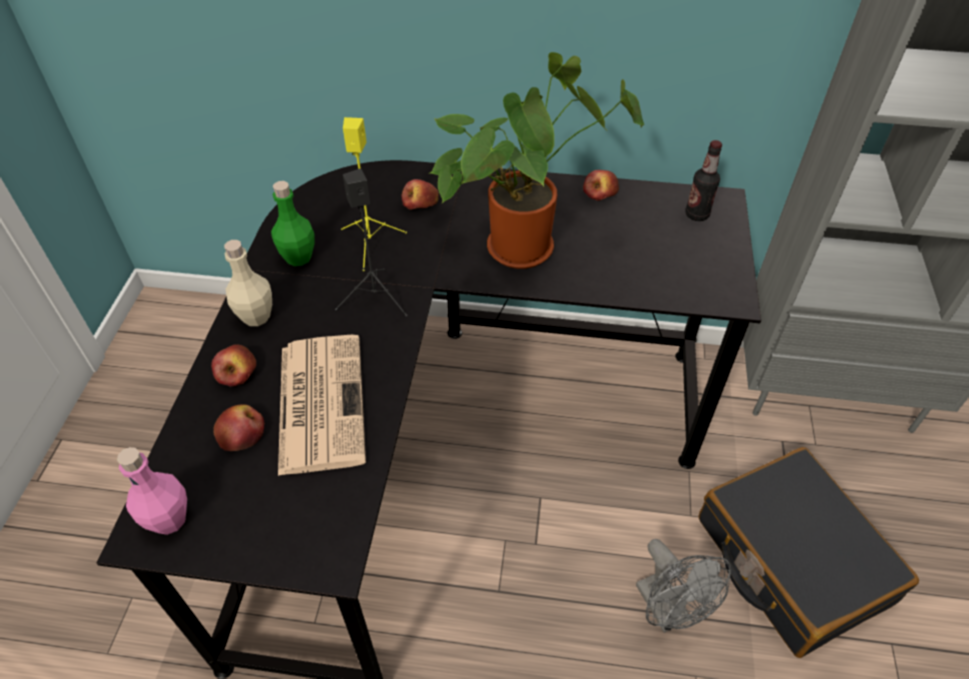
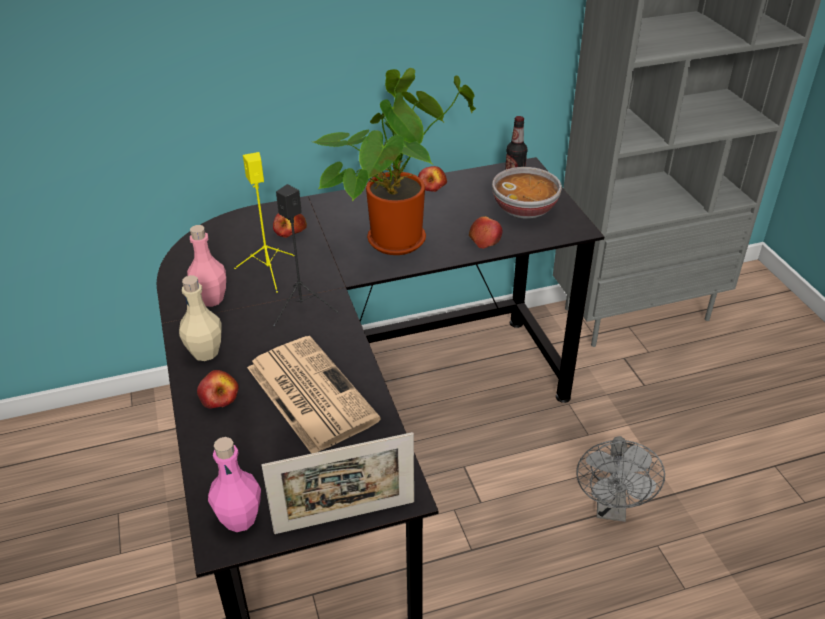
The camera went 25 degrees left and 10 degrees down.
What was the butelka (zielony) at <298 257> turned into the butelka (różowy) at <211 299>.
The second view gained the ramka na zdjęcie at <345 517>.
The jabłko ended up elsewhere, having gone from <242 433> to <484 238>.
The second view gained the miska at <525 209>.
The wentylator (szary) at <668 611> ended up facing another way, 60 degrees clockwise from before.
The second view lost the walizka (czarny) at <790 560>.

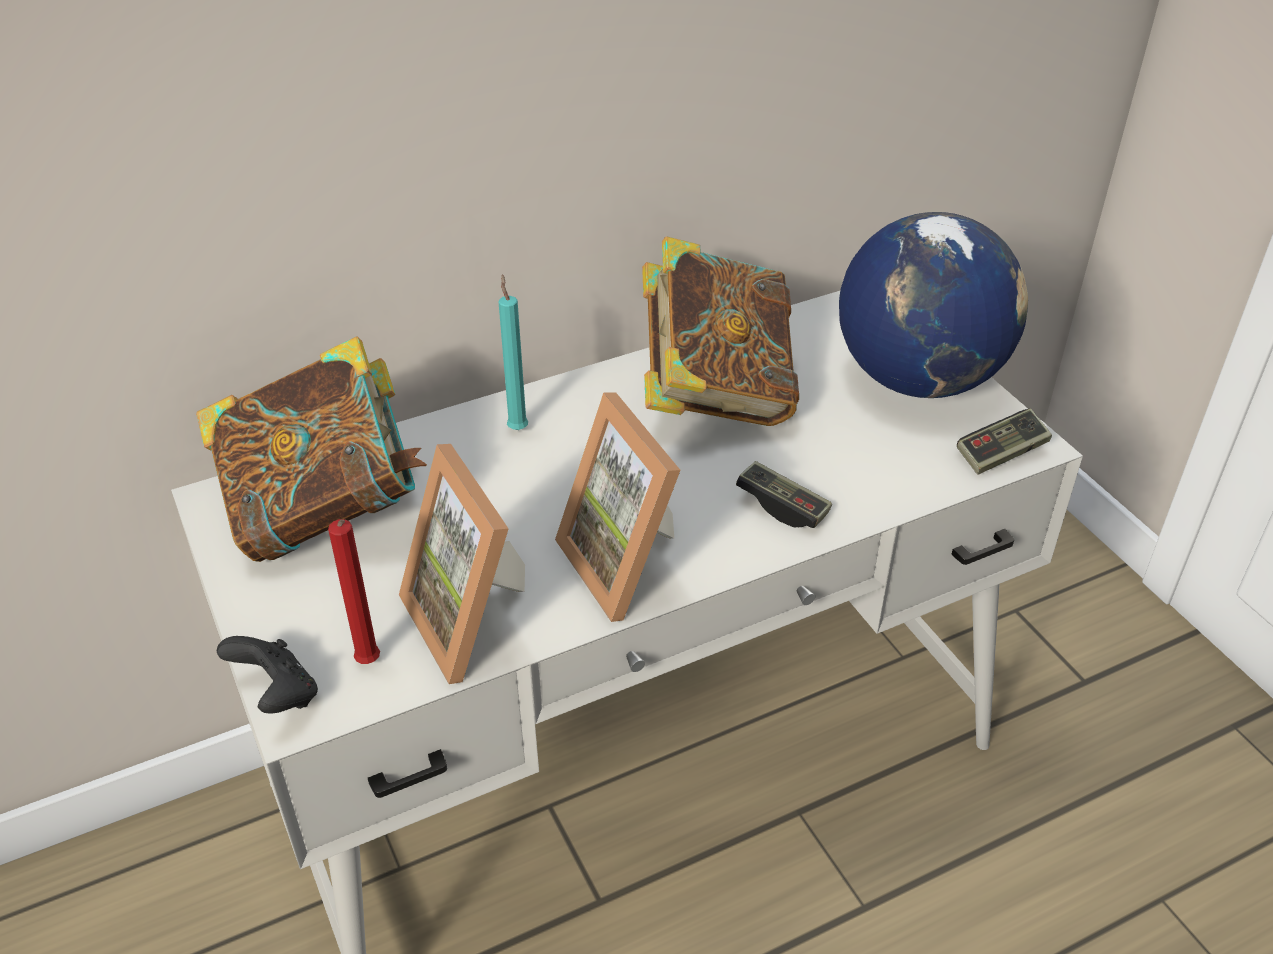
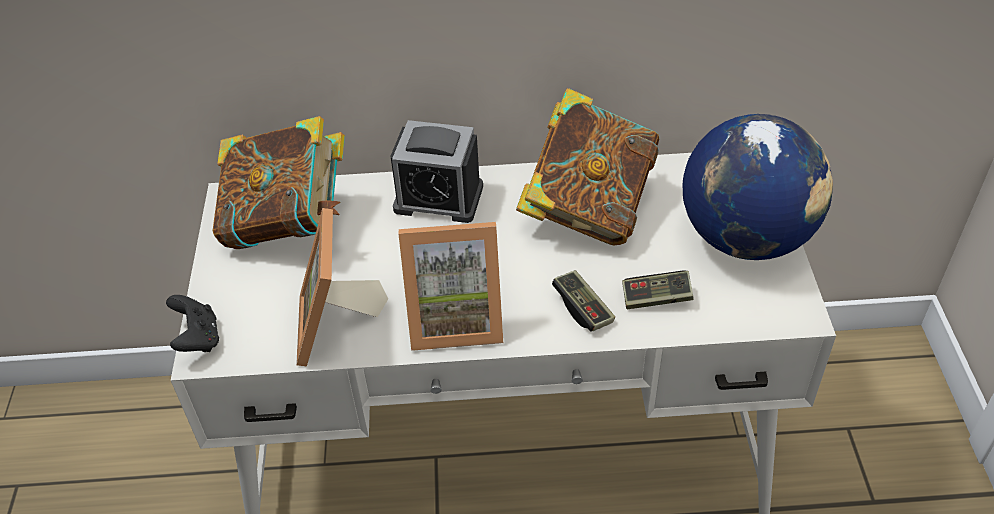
The camera went 25 degrees right and 5 degrees up.
Where the świeca (turkusowy) stood at <517 427>, the budzik came to stand at <438 198>.
The ramka na zdjęcie at <630 564> ended up facing another way, 90 degrees counterclockwise from before.
The pad do gier ended up elsewhere, having gone from <1001 453> to <656 298>.
The second view lost the świeca (czerwony) at <368 664>.

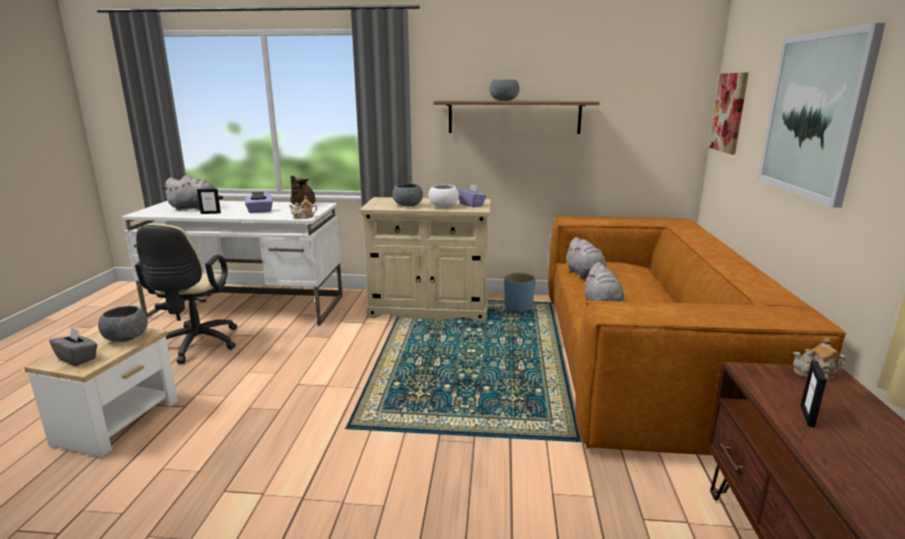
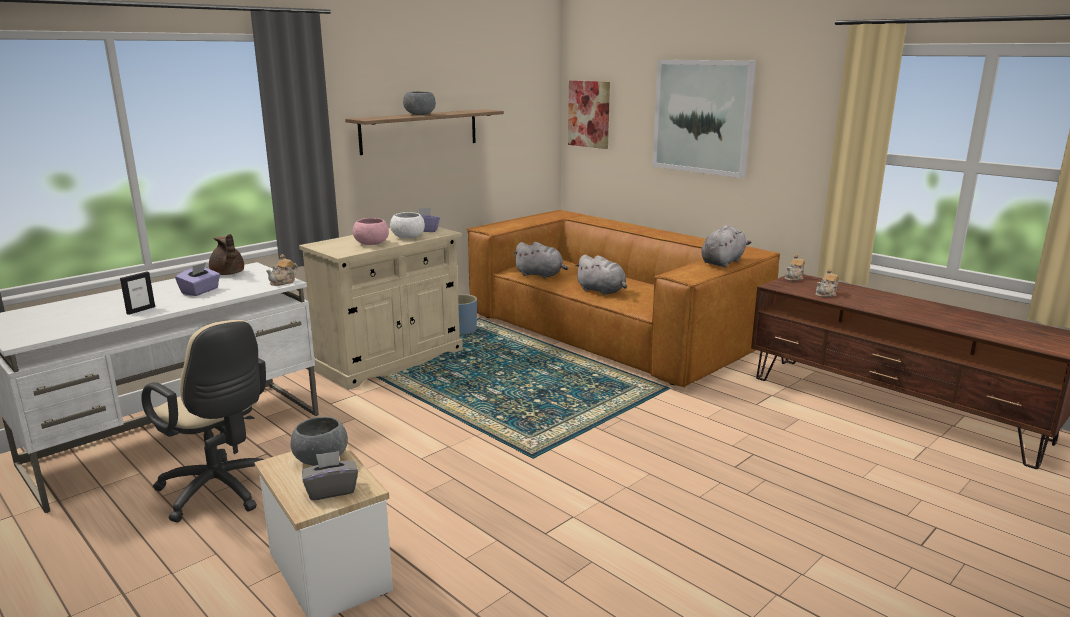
The camera went 50 degrees left and 0 degrees up.
What was the miska (szary) at <408 205> turned into the miska (różowy) at <371 244>.
The pluszak (szary) ended up elsewhere, having gone from <196 208> to <723 262>.
Where the ramka na zdjęcie stood at <807 416>, the imbryk came to stand at <826 294>.

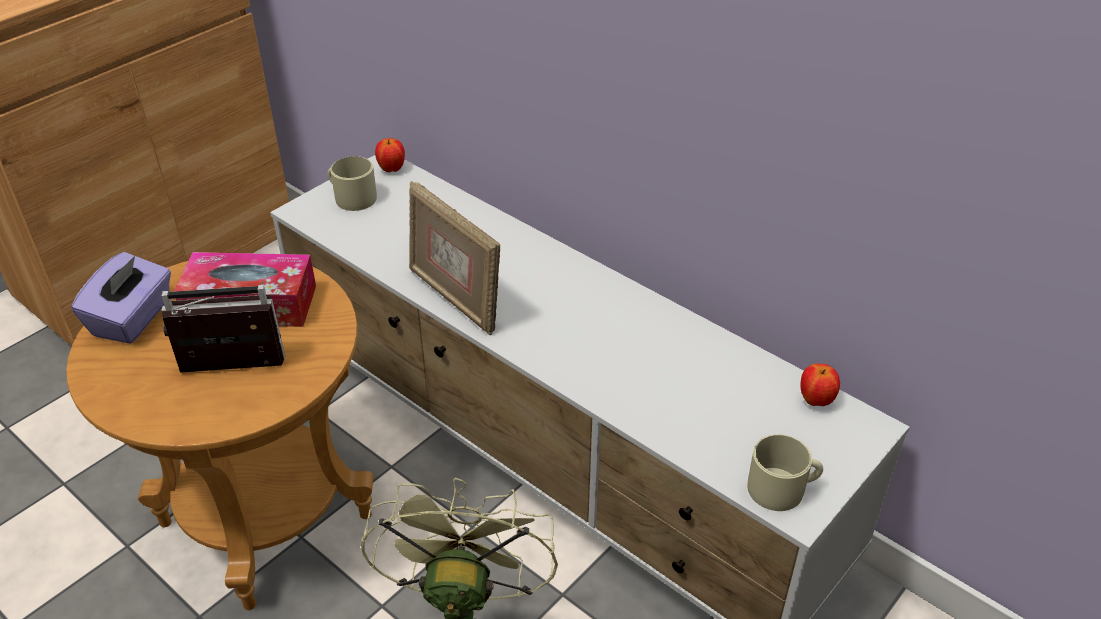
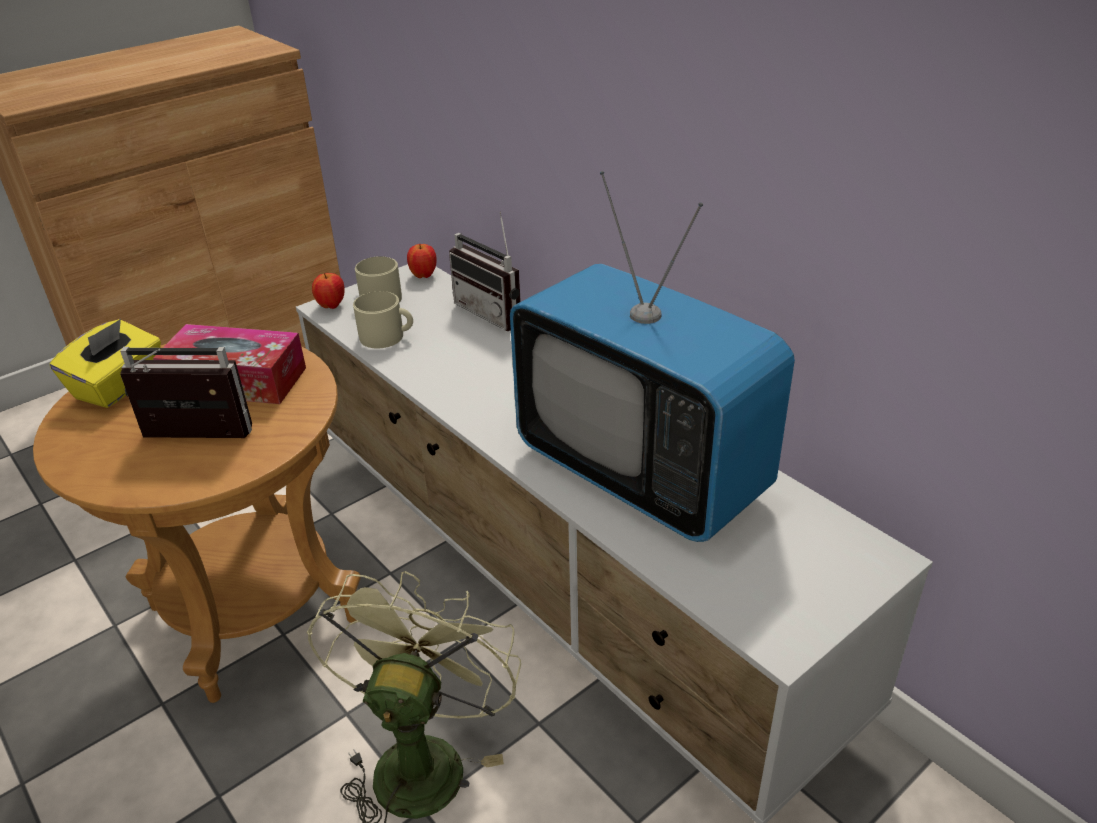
The camera went 10 degrees right and 5 degrees down.
What was the pudełko chusteczek (fioletowy) at <133 319> turned into the pudełko chusteczek (żółty) at <119 386>.
The jabłko ended up elsewhere, having gone from <816 400> to <331 306>.
The kubek (beżowy) ended up elsewhere, having gone from <783 488> to <387 336>.
The second view gained the radio at <496 312>.
The second view gained the telewizor at <642 472>.
The second view lost the ramka na zdjęcie at <454 298>.

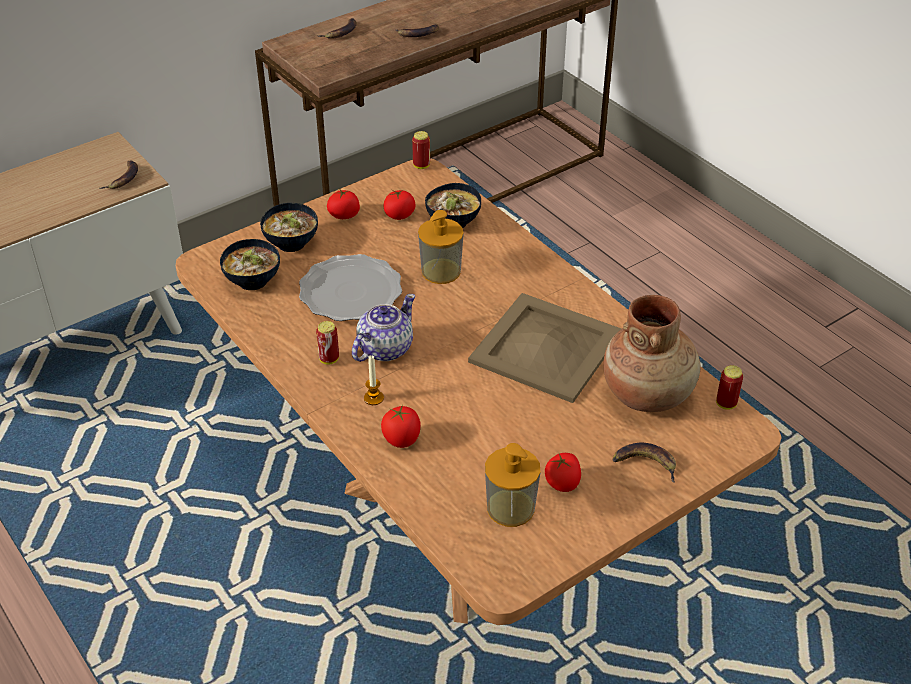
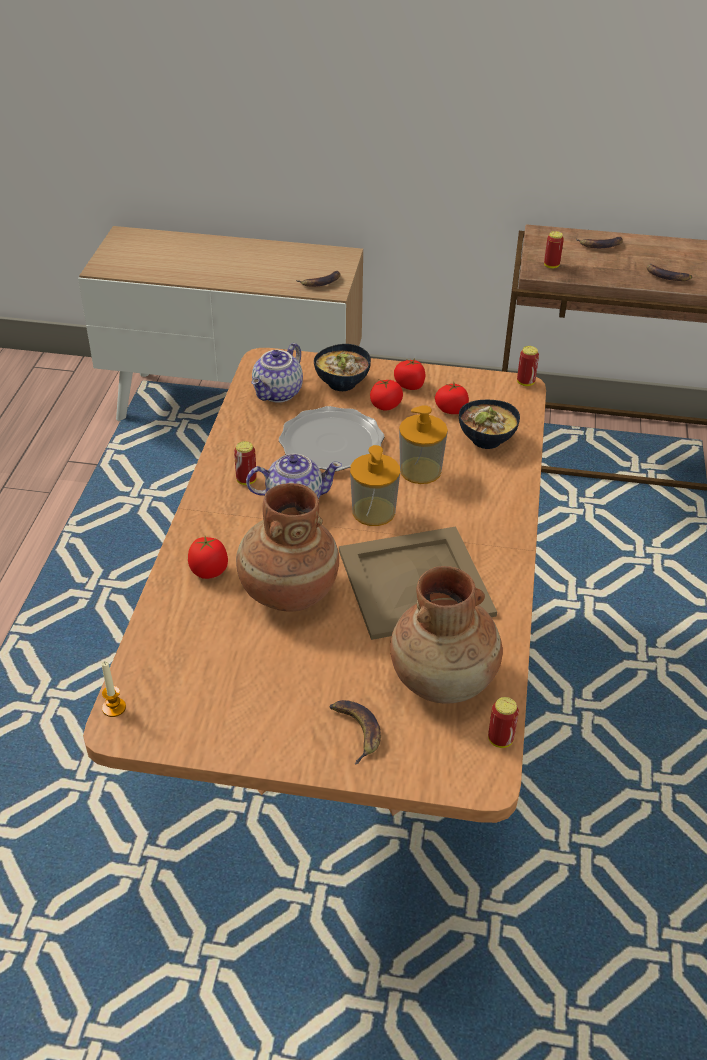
The camera went 45 degrees right and 0 degrees up.
The świeca ended up elsewhere, having gone from <373 398> to <114 708>.
The second view gained the wazon (brązowy) at <288 592>.
Where the miska stood at <253 280>, the imbryk came to stand at <278 393>.
The dozownik mydła ended up elsewhere, having gone from <510 508> to <373 511>.
The pomidor ended up elsewhere, having gone from <562 483> to <385 406>.
The second view gained the puszka at <551 266>.

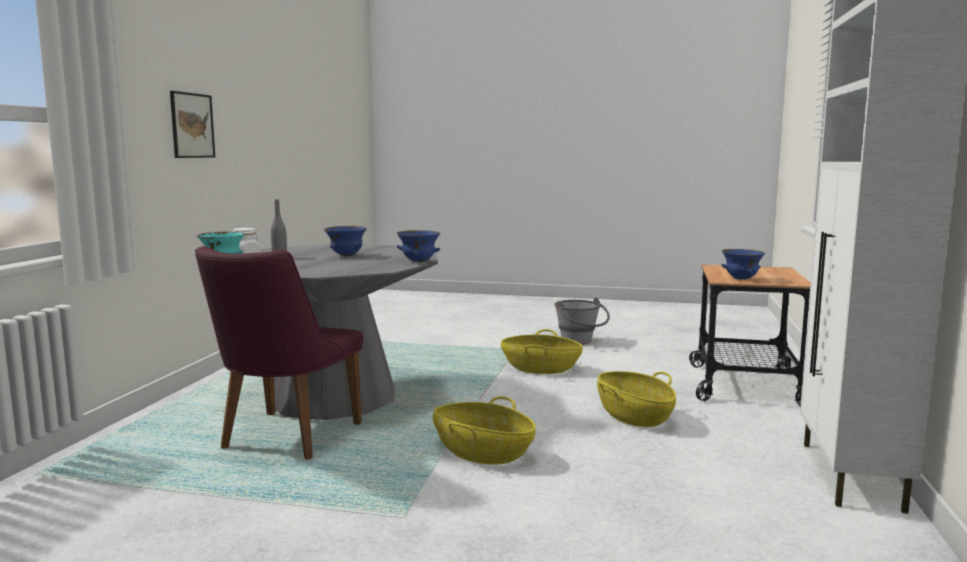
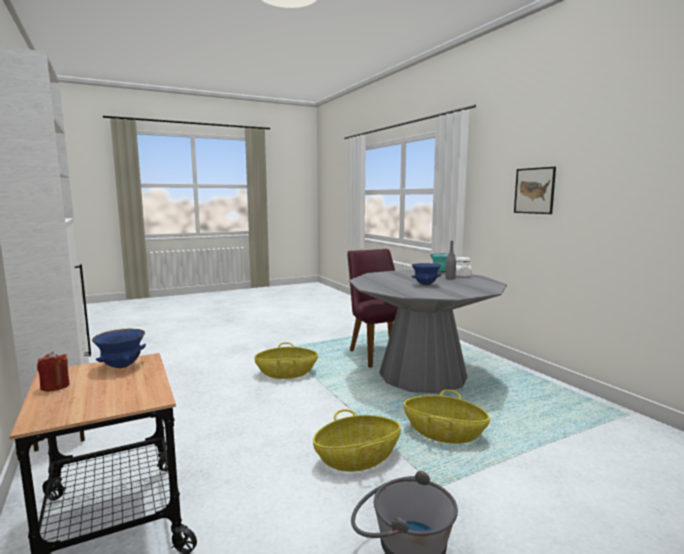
The camera went 140 degrees right and 0 degrees up.
The second view gained the świeca (czerwony) at <55 386>.
The koszyk ended up elsewhere, having gone from <633 416> to <444 434>.
The second view lost the miska (niebieski) at <418 262>.

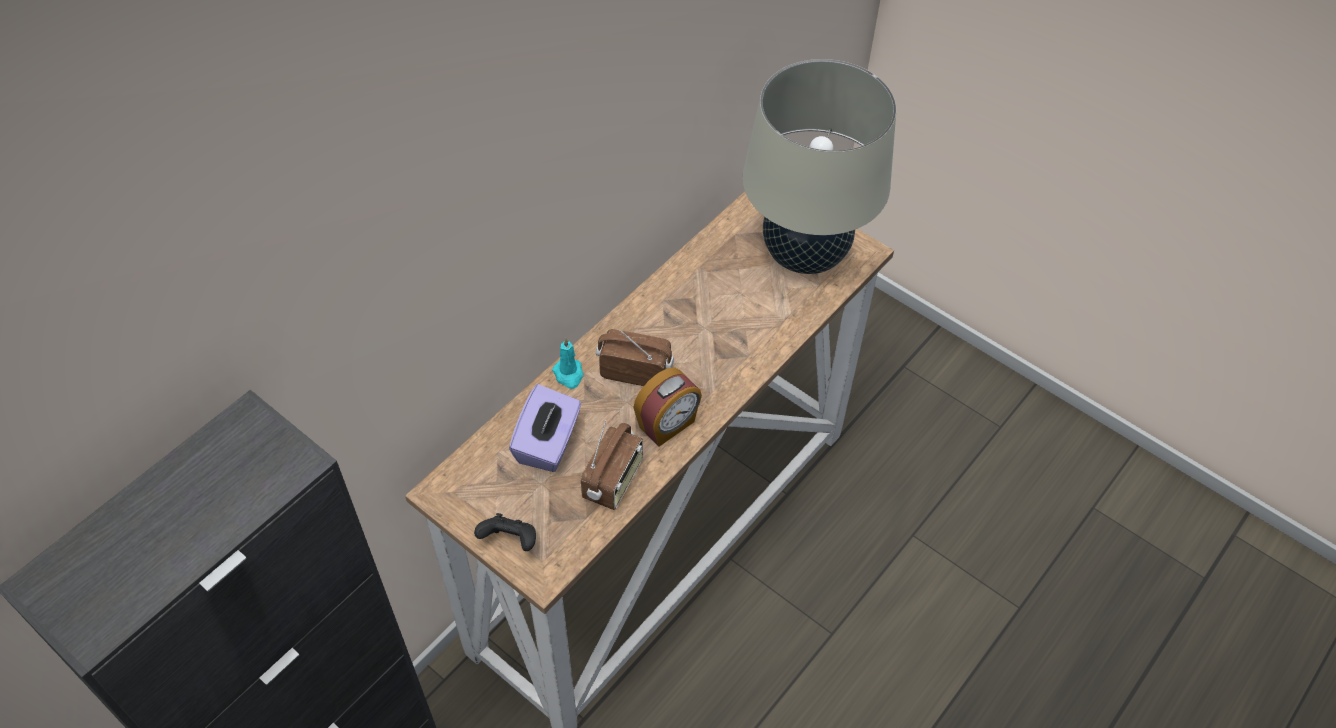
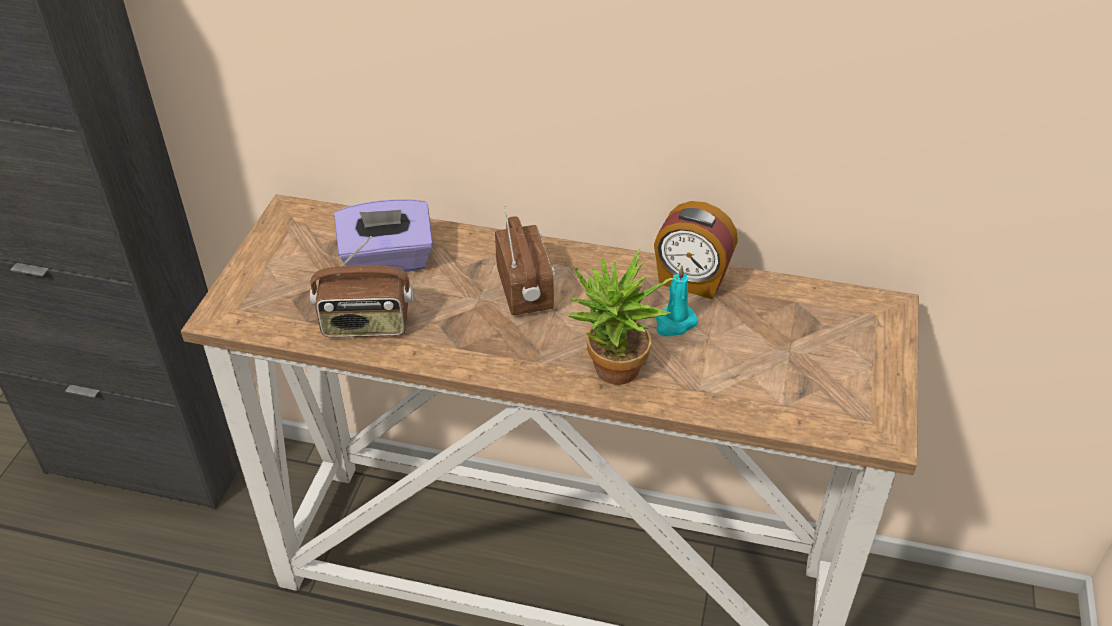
The camera went 65 degrees right and 10 degrees down.
The second view gained the roślina doniczkowa at <612 375>.
The budzik ended up elsewhere, having gone from <667 425> to <691 281>.
The świeca (turkusowy) ended up elsewhere, having gone from <569 374> to <674 323>.
The second view lost the pad do gier (czarny) at <510 541>.
The second view lost the lampa stołowa (beżowy) at <804 254>.

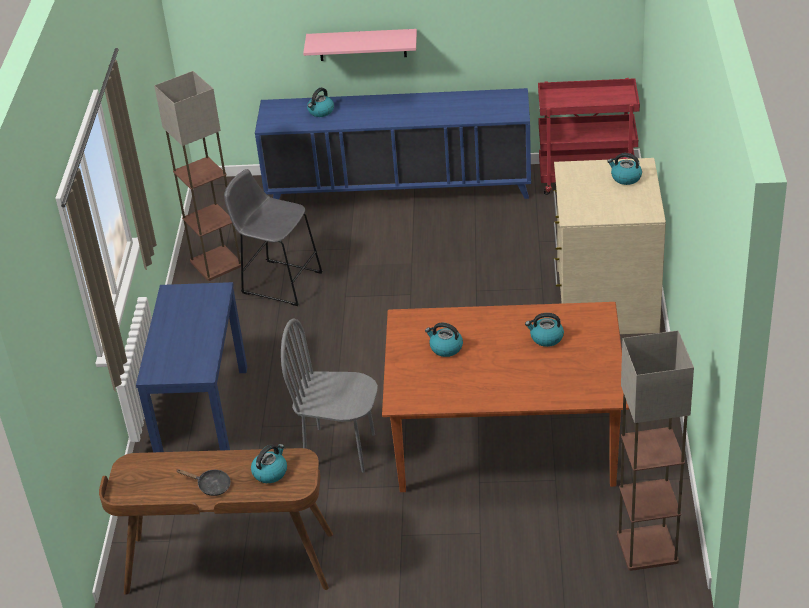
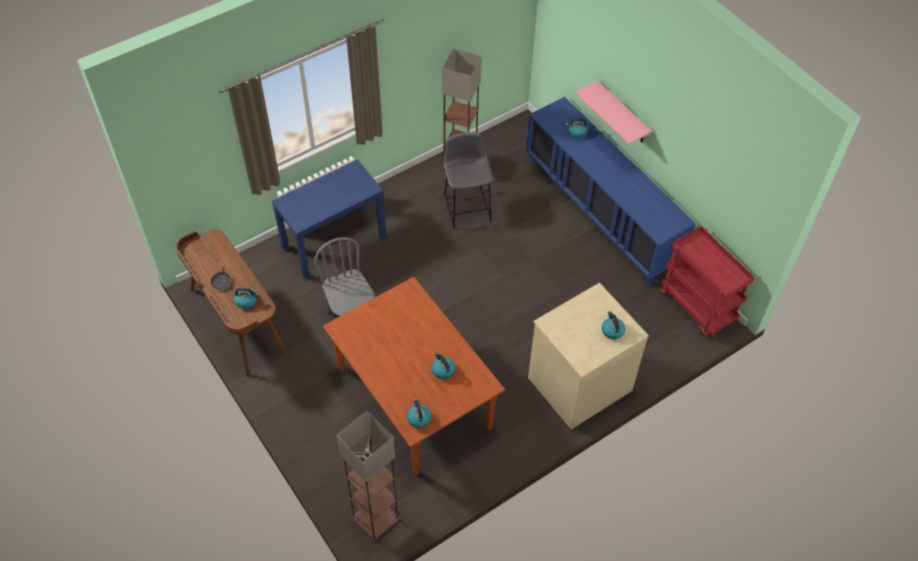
The camera went 50 degrees right and 15 degrees up.
The czajnik ended up elsewhere, having gone from <445 348> to <418 418>.

